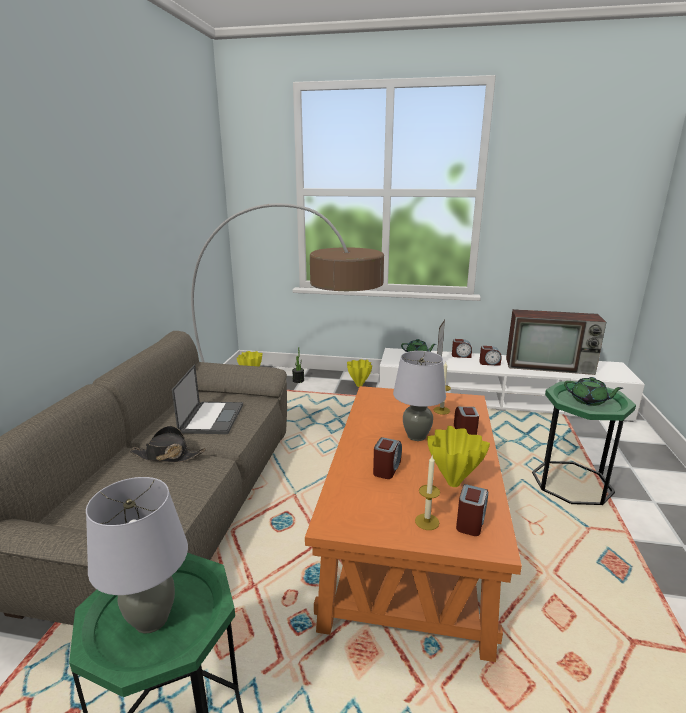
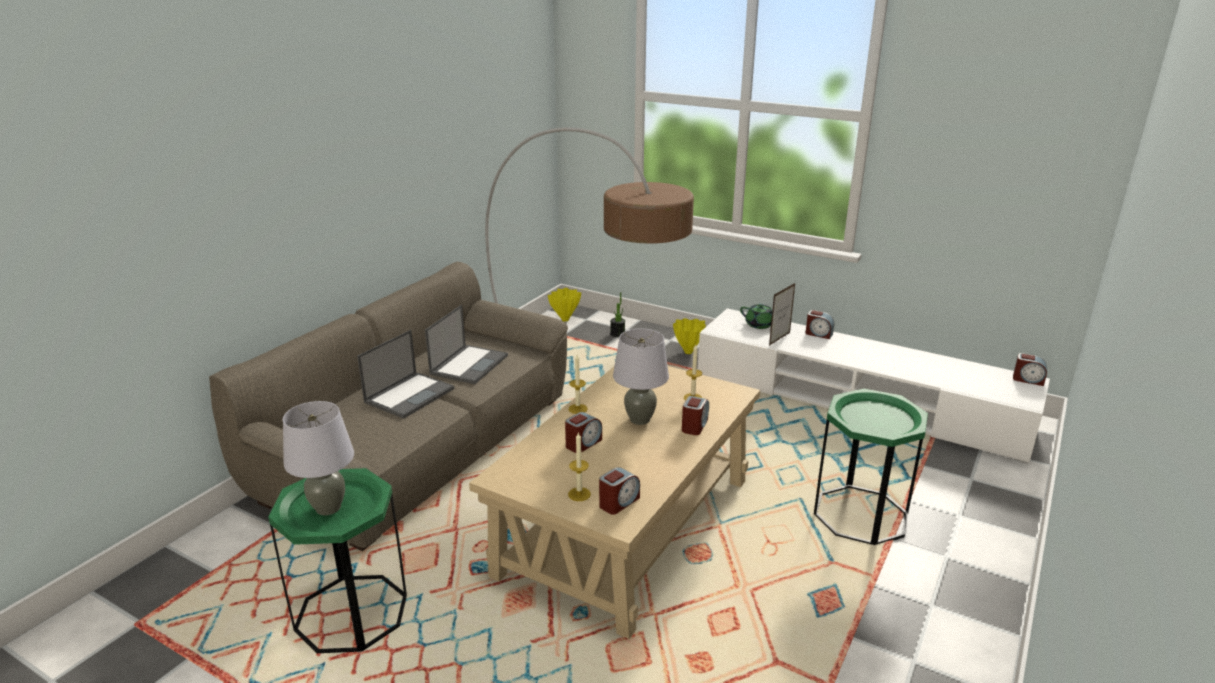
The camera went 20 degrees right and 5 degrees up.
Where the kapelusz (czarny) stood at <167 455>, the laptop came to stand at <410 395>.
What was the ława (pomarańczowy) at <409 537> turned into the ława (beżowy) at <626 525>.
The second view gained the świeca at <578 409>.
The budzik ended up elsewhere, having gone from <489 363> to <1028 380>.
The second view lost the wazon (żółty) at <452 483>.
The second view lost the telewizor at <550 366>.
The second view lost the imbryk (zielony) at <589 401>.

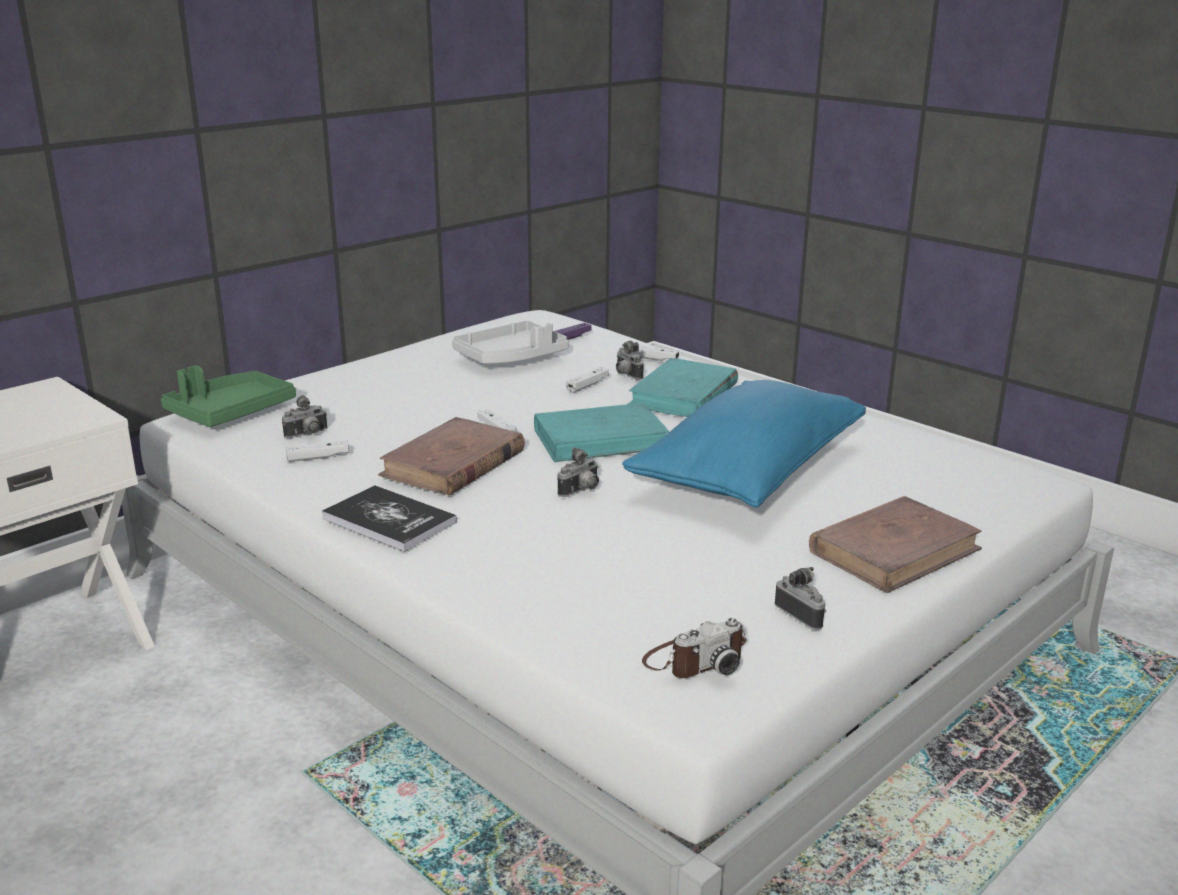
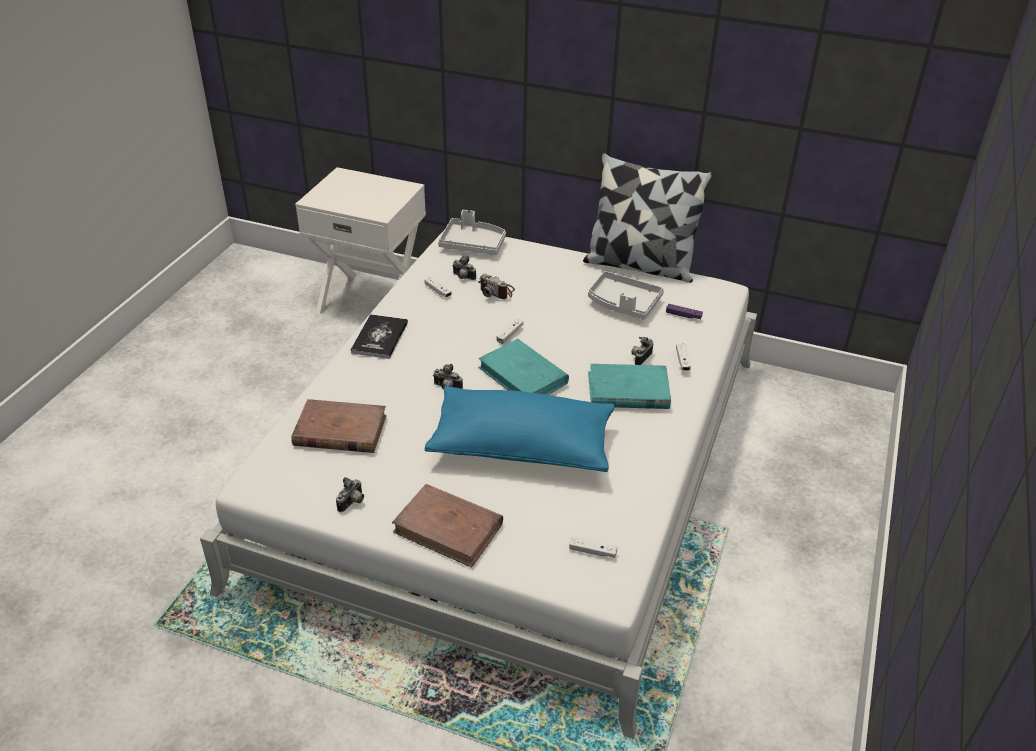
The camera went 65 degrees right and 15 degrees up.
The książka (brązowy) ended up elsewhere, having gone from <453 464> to <339 430>.
What was the taca (zielony) at <230 412> turned into the taca (szary) at <473 244>.
The aparat fotograficzny ended up elsewhere, having gone from <694 660> to <497 291>.
The pad do gier (biały) ended up elsewhere, having gone from <587 385> to <592 551>.
The second view gained the poduszka at <640 265>.

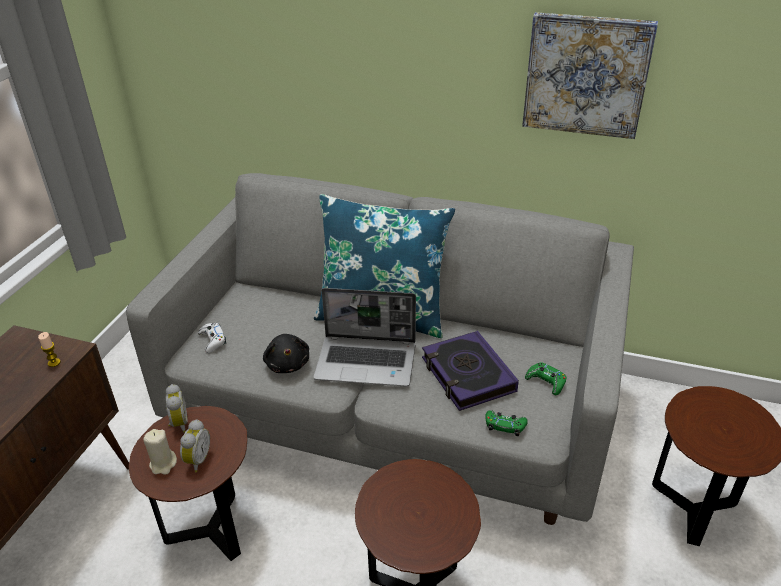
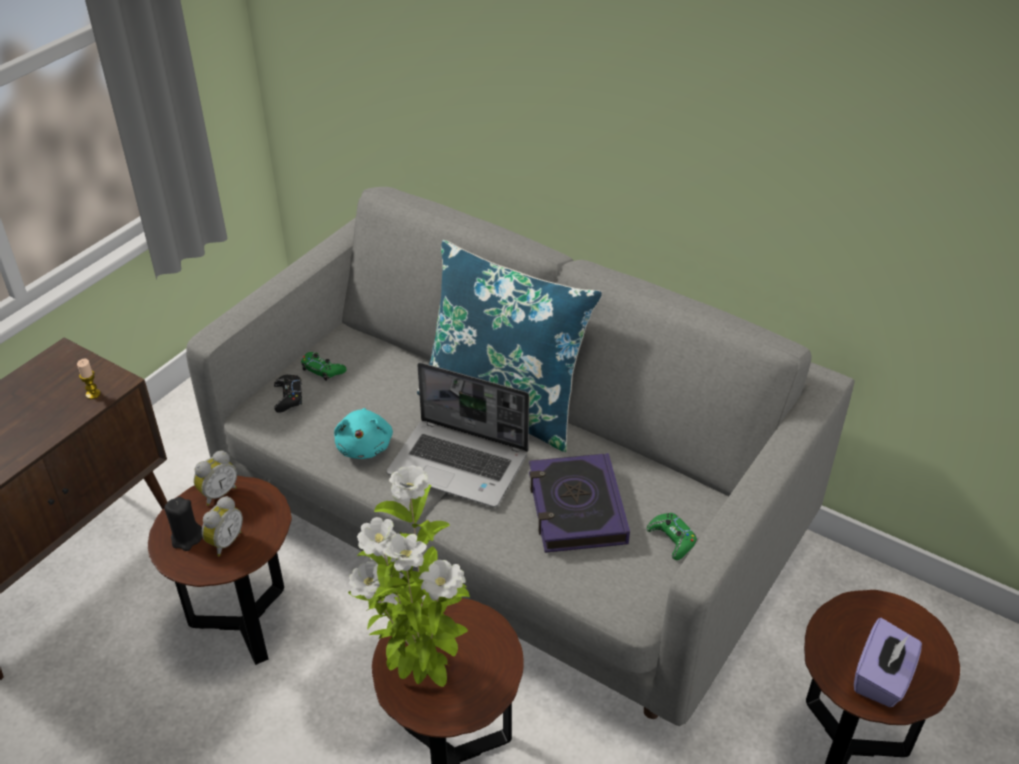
The camera went 15 degrees right and 5 degrees up.
What was the świeca (beżowy) at <163 464> turned into the świeca (czarny) at <187 538>.
The budzik at <178 424> ended up facing another way, 45 degrees clockwise from before.
What was the pad do gier (biały) at <213 341> turned into the pad do gier (czarny) at <288 397>.
The pad do gier (zielony) ended up elsewhere, having gone from <505 426> to <323 370>.
What was the pluszak (czarny) at <287 363> turned into the pluszak (turkusowy) at <365 446>.
The second view gained the roślina doniczkowa at <421 670>.
The second view gained the pudełko chusteczek (fioletowy) at <882 678>.
The second view lost the obraz at <586 75>.

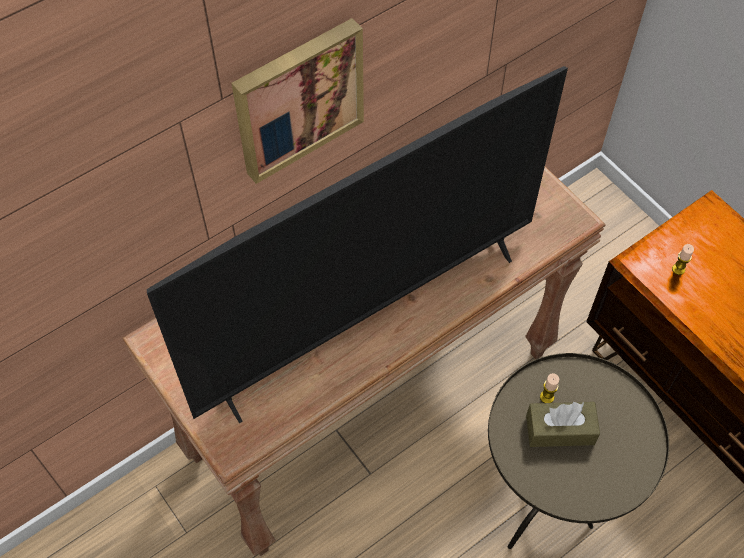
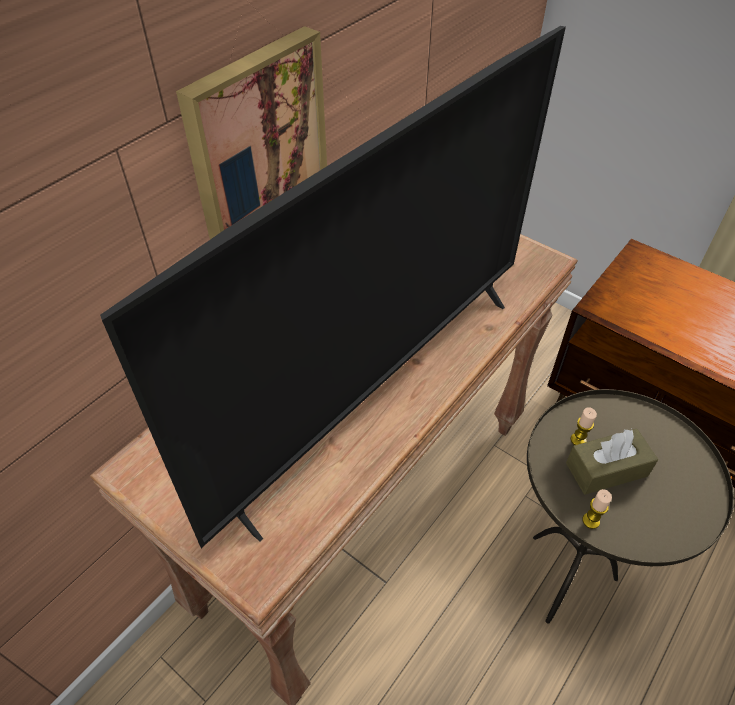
The camera went 15 degrees left and 10 degrees down.
The świeca ended up elsewhere, having gone from <678 269> to <591 521>.

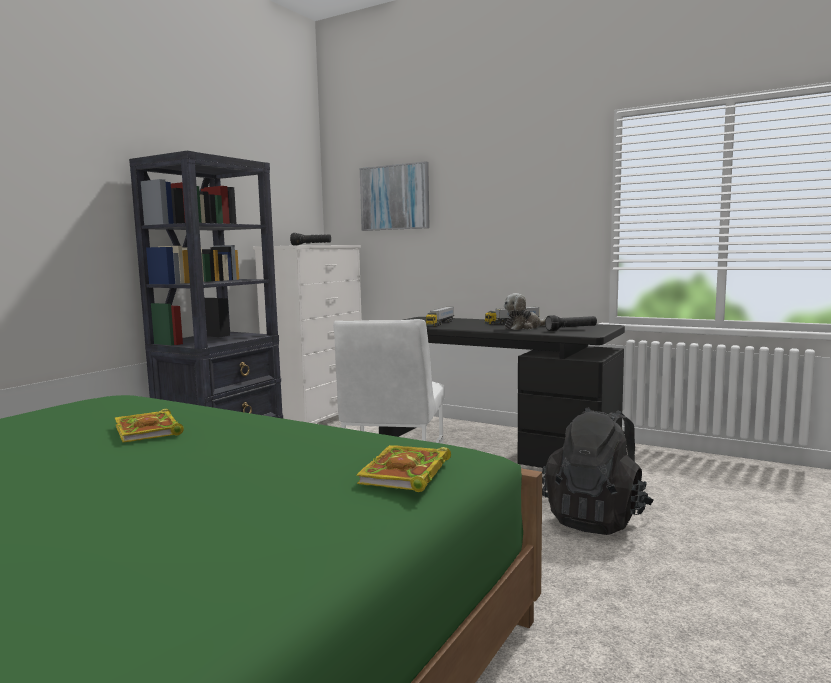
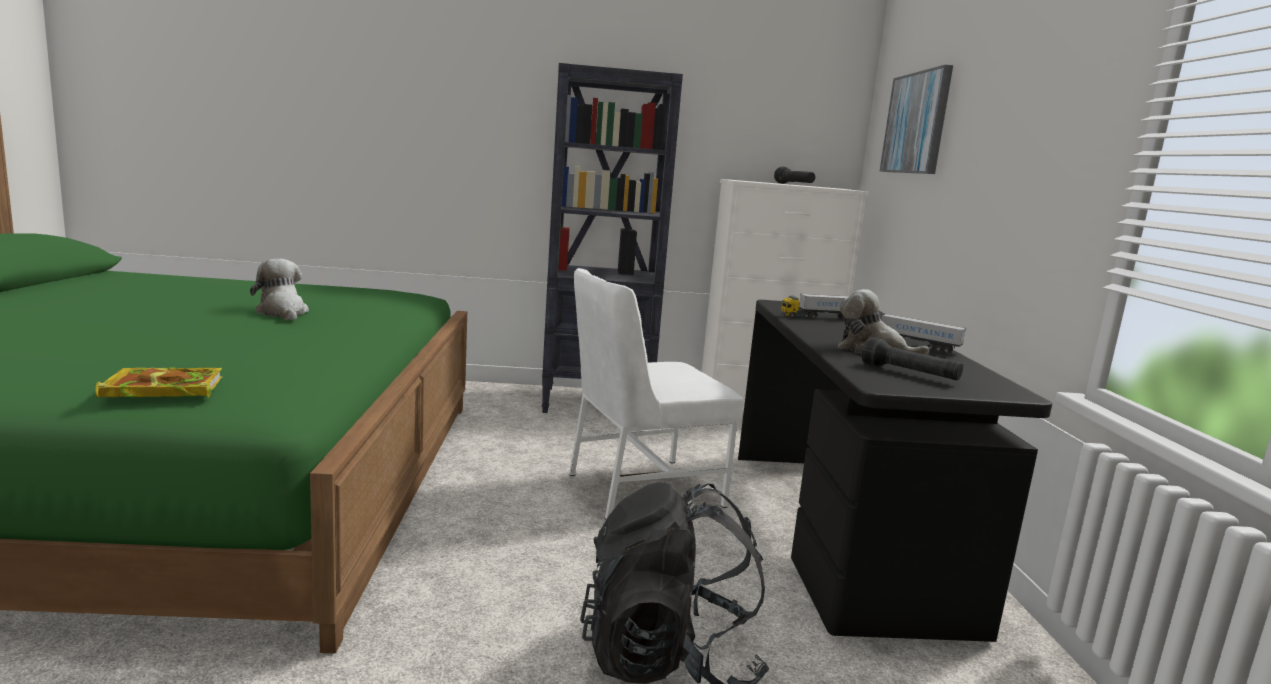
The camera went 55 degrees right and 5 degrees up.
Where the książka stood at <149 431>, the pluszak came to stand at <282 313>.

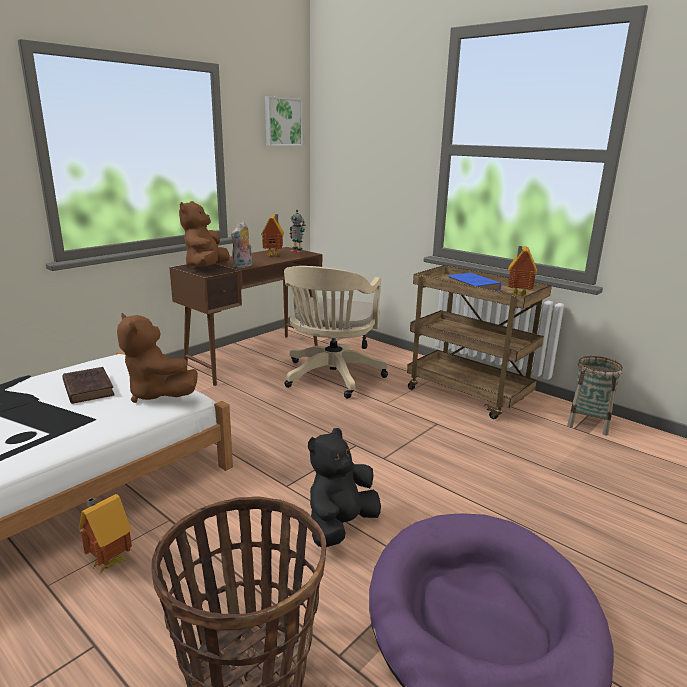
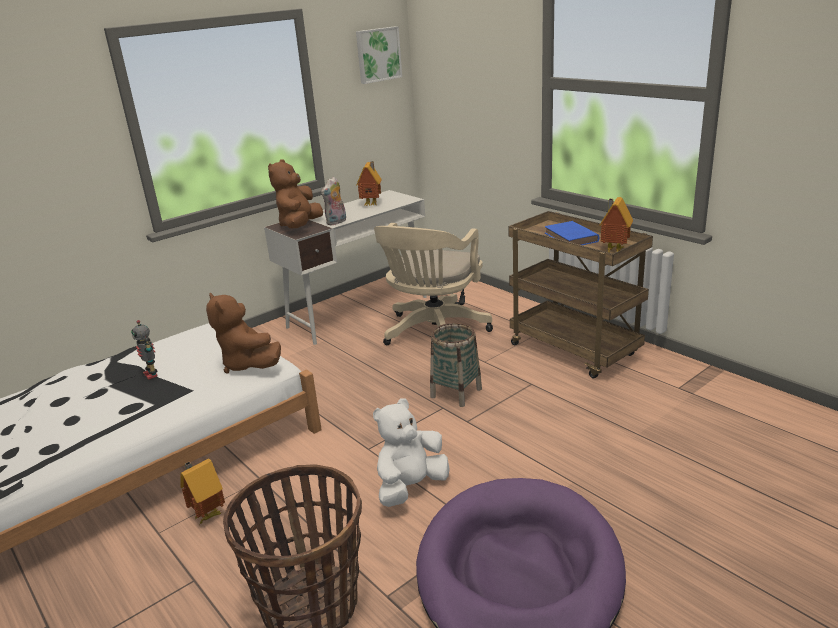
The camera went 10 degrees right and 5 degrees up.
The robot zabawkowy ended up elsewhere, having gone from <297 252> to <152 374>.
What was the biurko (brązowy) at <255 358> turned into the biurko (biały) at <359 311>.
What was the pluszak (czarny) at <340 525> turned into the pluszak (biały) at <411 487>.
The koszyk ended up elsewhere, having gone from <588 423> to <456 393>.
The second view lost the książka (brązowy) at <88 388>.

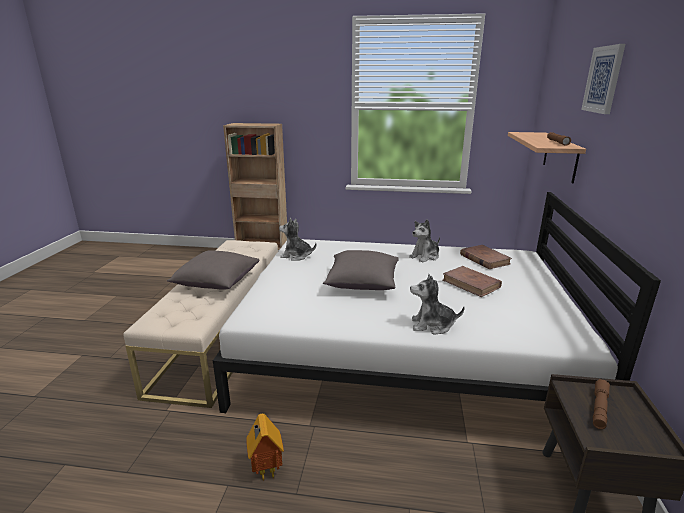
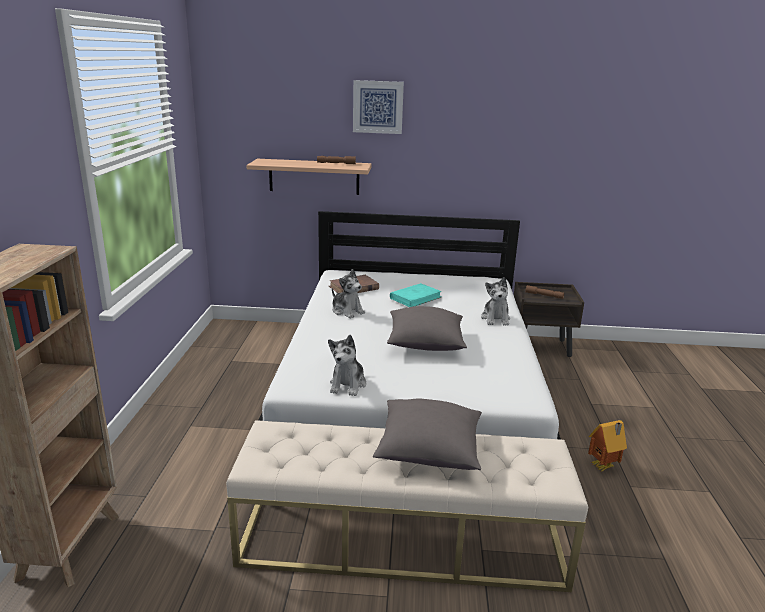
The camera went 95 degrees left and 0 degrees up.
What was the książka (brązowy) at <471 284> turned into the książka (turkusowy) at <415 298>.

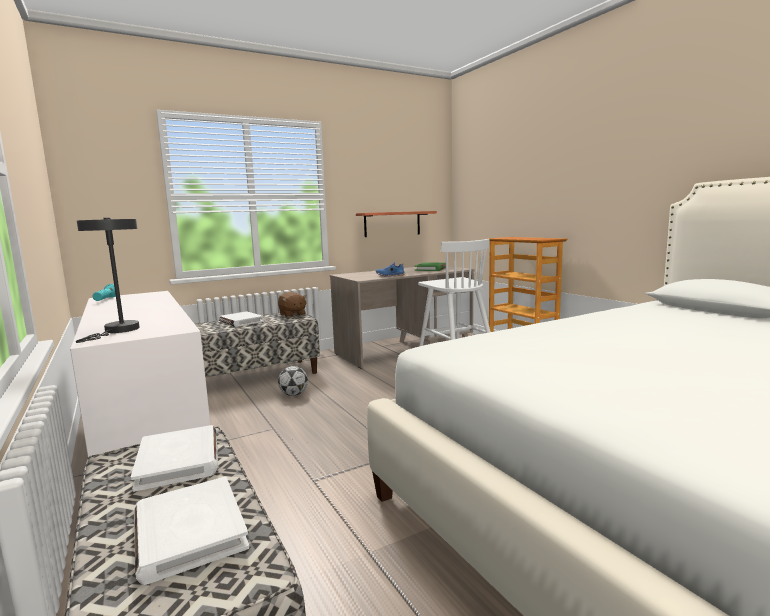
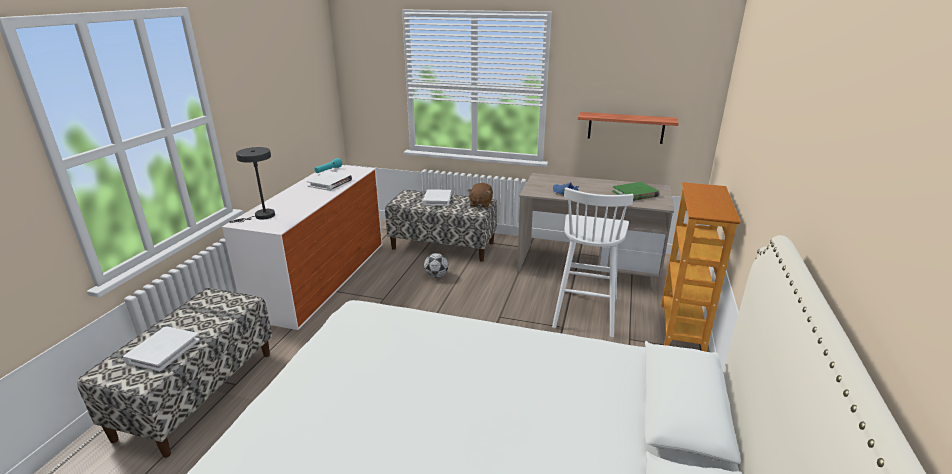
The camera went 45 degrees right and 15 degrees up.
The książka (biały) ended up elsewhere, having gone from <179 461> to <330 183>.

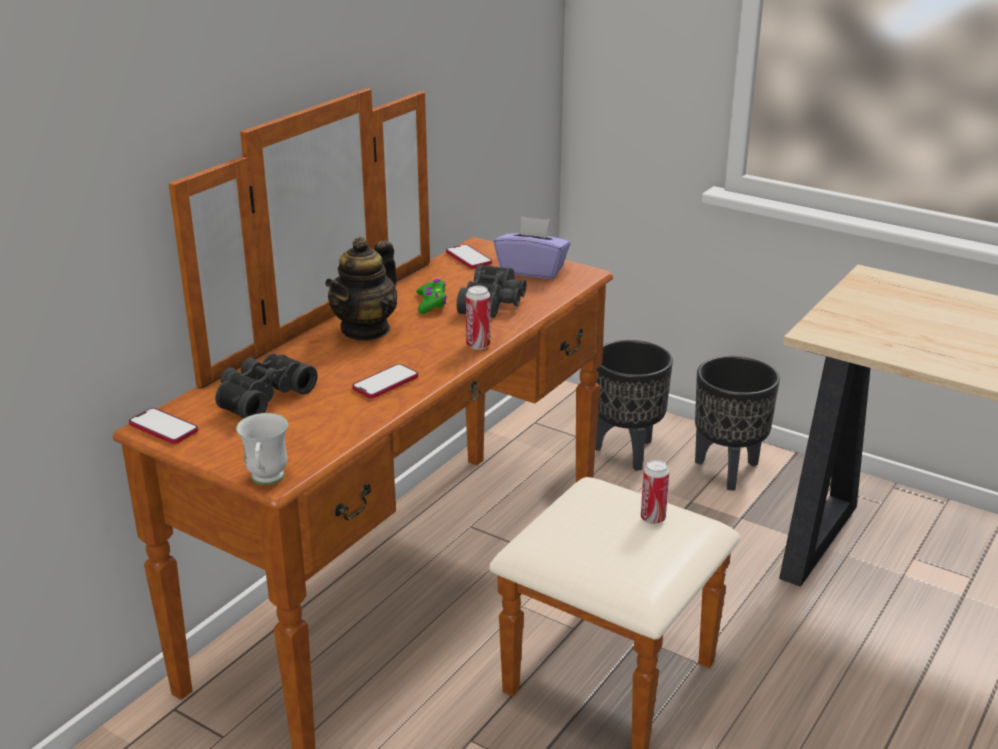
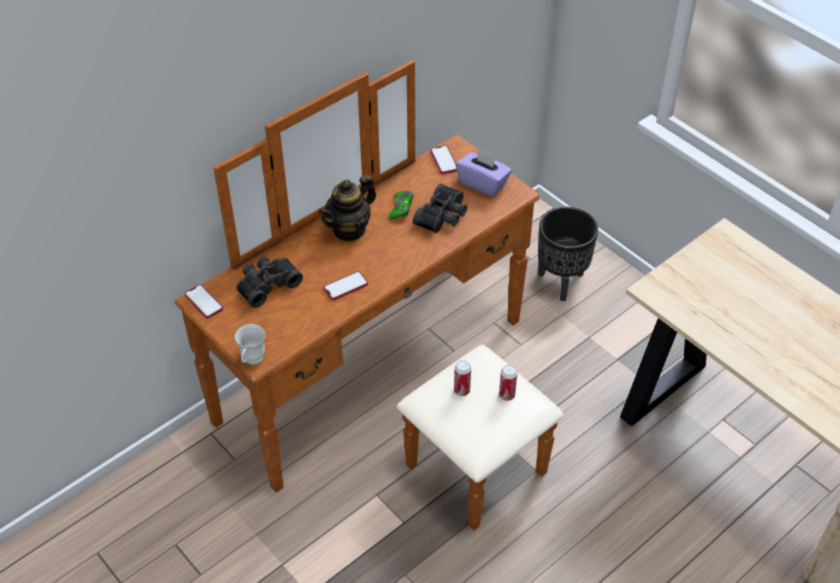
The camera went 15 degrees right and 20 degrees up.
The puszka ended up elsewhere, having gone from <478 345> to <462 390>.
The second view lost the donica (czarny) at <728 471>.

